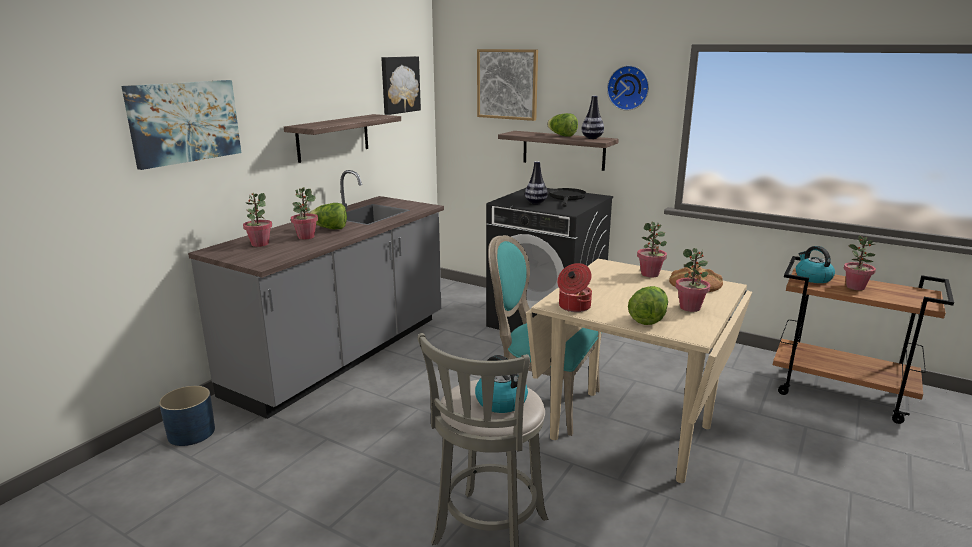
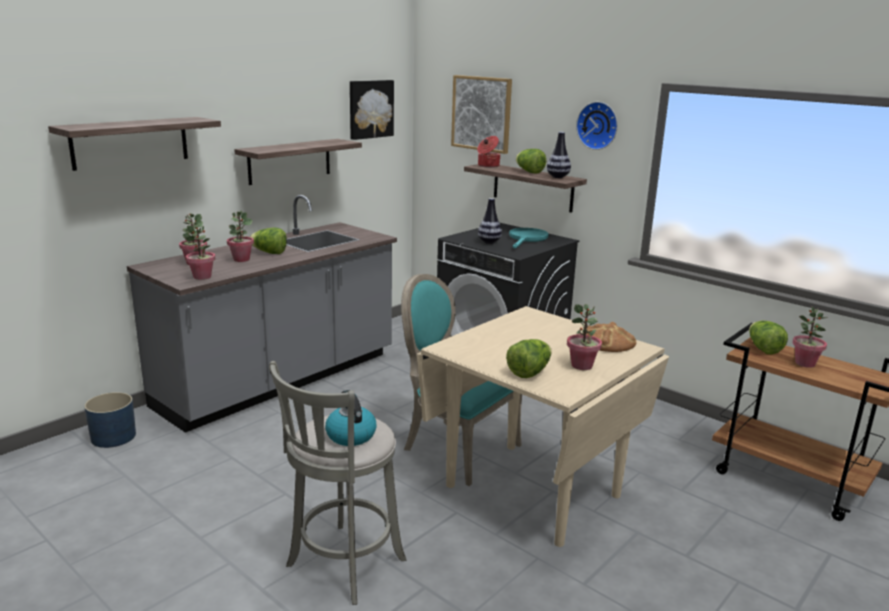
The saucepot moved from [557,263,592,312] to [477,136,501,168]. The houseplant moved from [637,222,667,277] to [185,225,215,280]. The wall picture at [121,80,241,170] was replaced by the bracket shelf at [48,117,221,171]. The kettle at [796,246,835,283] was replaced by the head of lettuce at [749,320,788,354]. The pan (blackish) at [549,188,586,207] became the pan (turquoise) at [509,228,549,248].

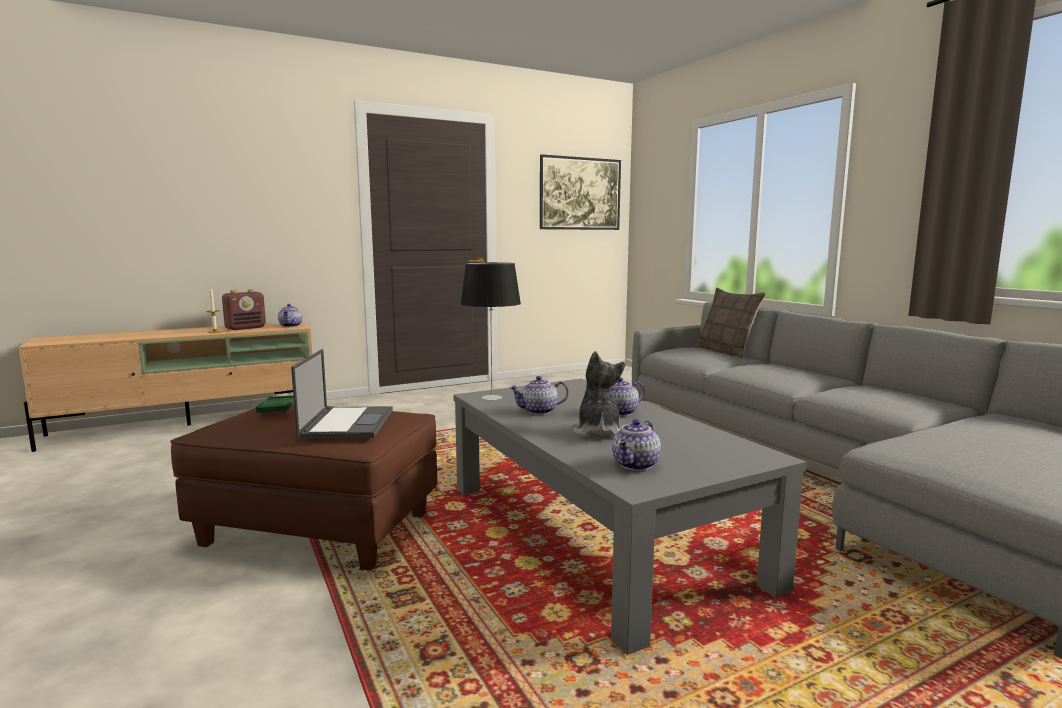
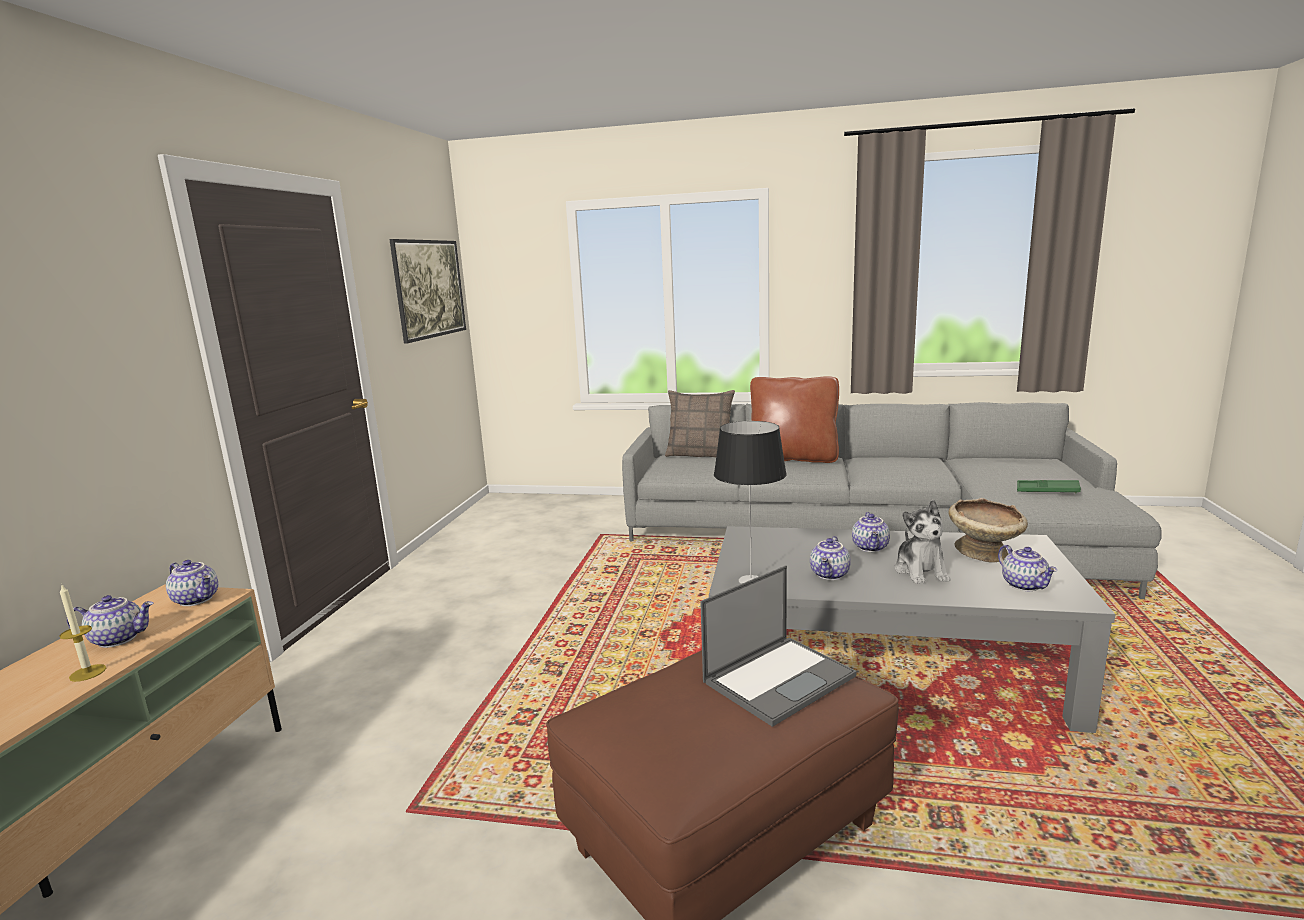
The cushion (brown) at [750,376,839,463] appeared. The deep dish (beige-coloured) at [949,498,1028,563] appeared. The tray (green) moved from [256,395,294,415] to [1017,480,1081,494]. The radio set at [222,289,266,330] was replaced by the tea pot at [67,595,154,648]. The portable computer at [291,349,393,439] turned 105 degrees clockwise. The cuddly toy at [573,351,625,438] turned 135 degrees counterclockwise.

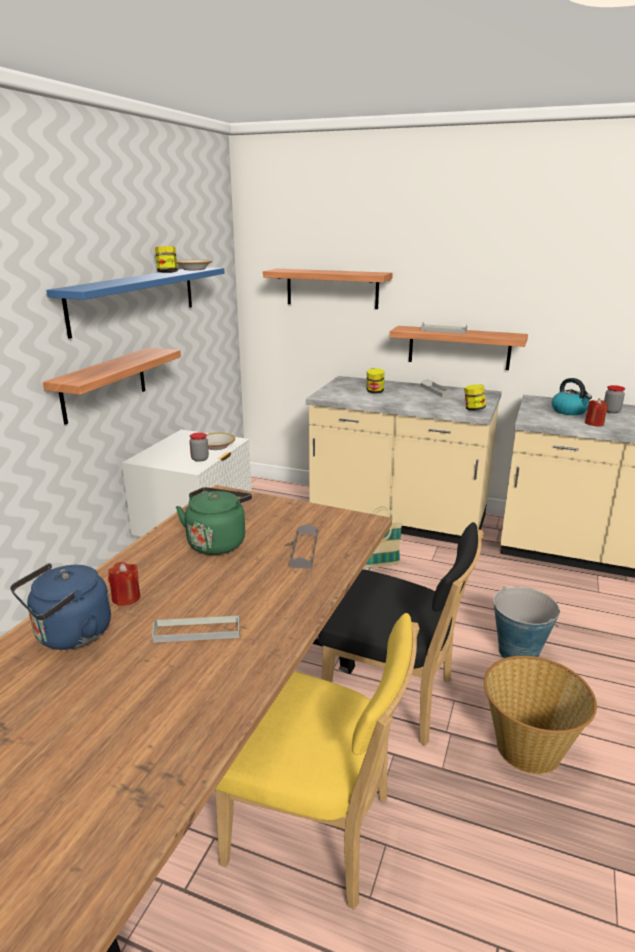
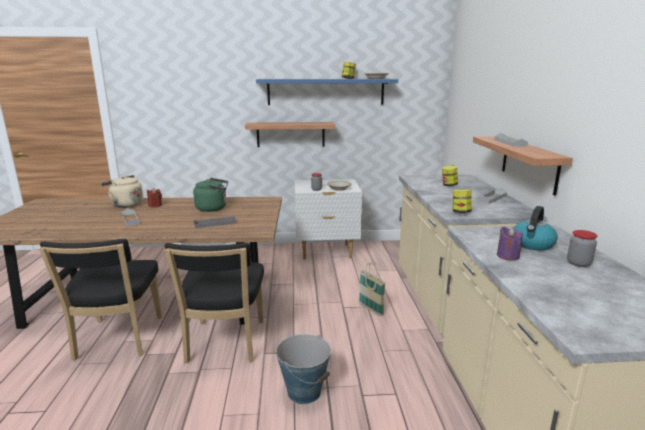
The bracket shelf at [263,269,393,309] disappeared. The basket at [484,656,597,774] disappeared. The kettle (blue) at [10,563,111,650] became the kettle (beige-coloured) at [101,175,143,208]. The upright chair (yellowish) at [215,613,419,910] became the upright chair (blackish) at [39,239,162,360]. The wax light (red) at [585,398,608,426] became the wax light (purple) at [497,227,523,261].

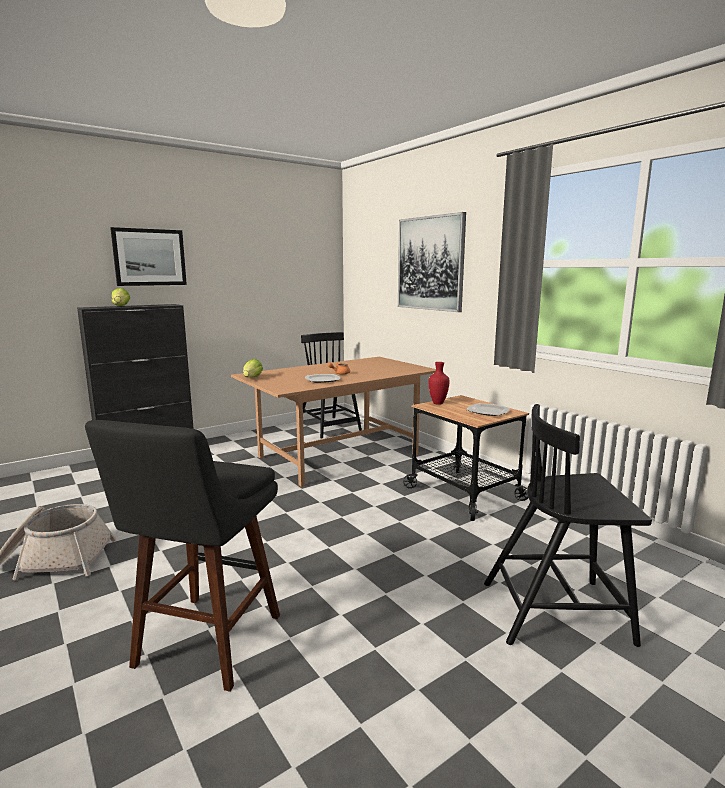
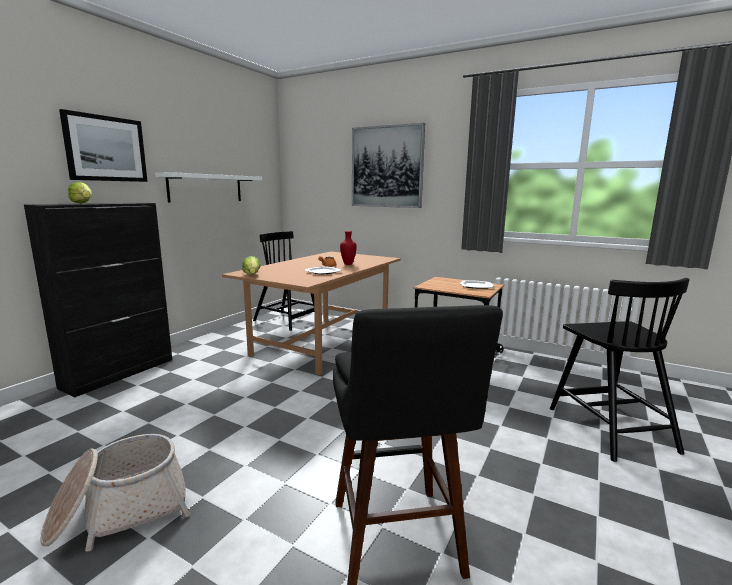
The bracket shelf (white-coloured) at [155,172,262,202] appeared. The flower vase (red) moved from [429,362,449,405] to [340,231,357,265]. The upright chair (blackish) at [484,404,652,647] turned 75 degrees counterclockwise.

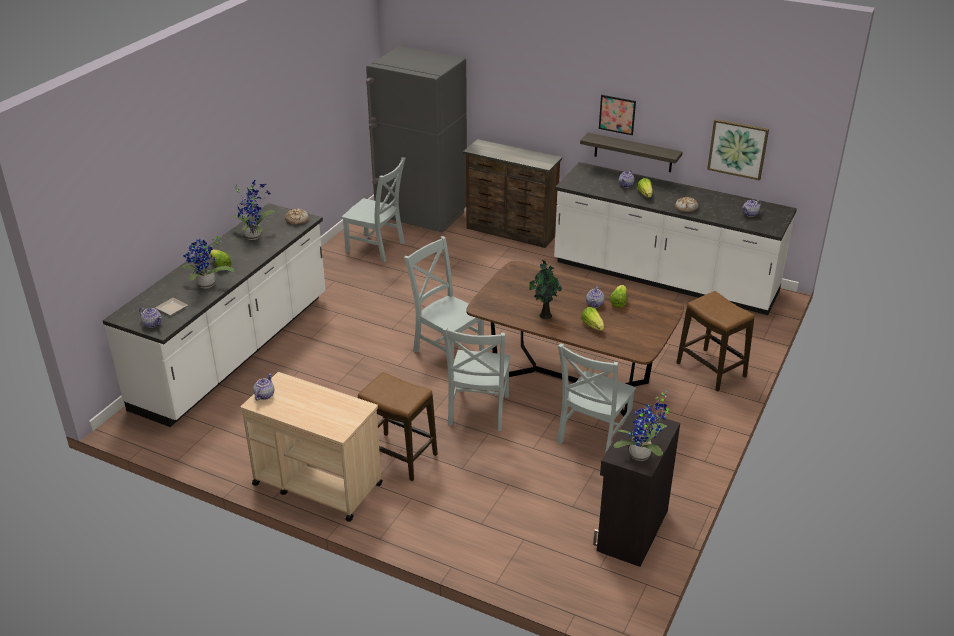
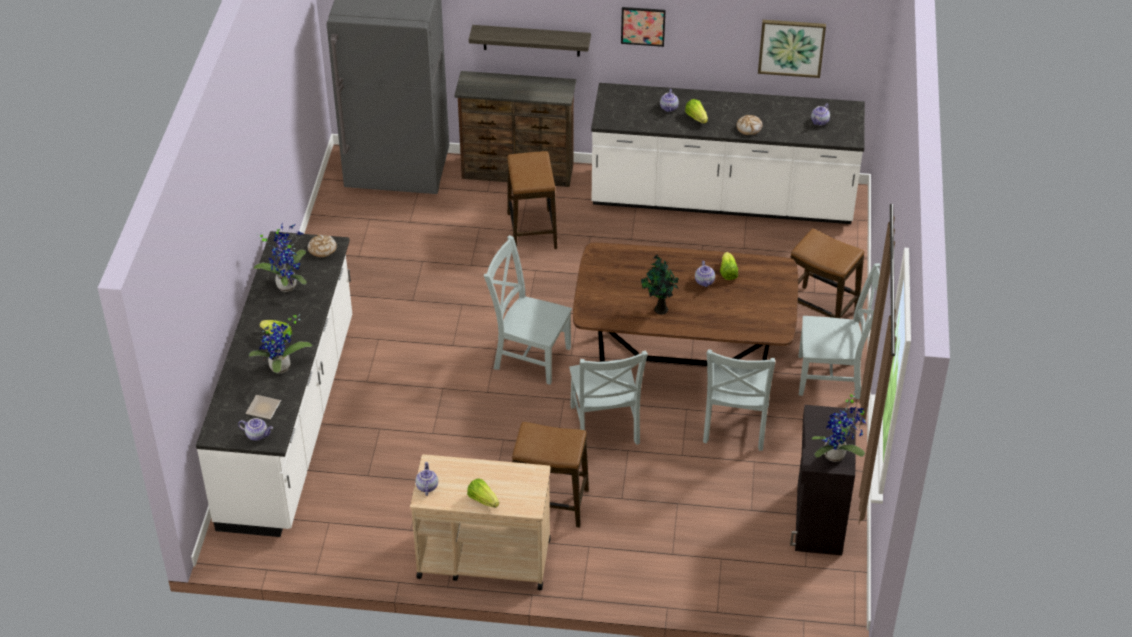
The sitting stool at [507,151,557,249] appeared. The upright chair (grey) moved from [342,157,405,262] to [798,263,880,400]. The bracket shelf moved from [580,133,682,172] to [469,25,591,57]. The head of lettuce moved from [581,307,604,331] to [467,478,499,508].

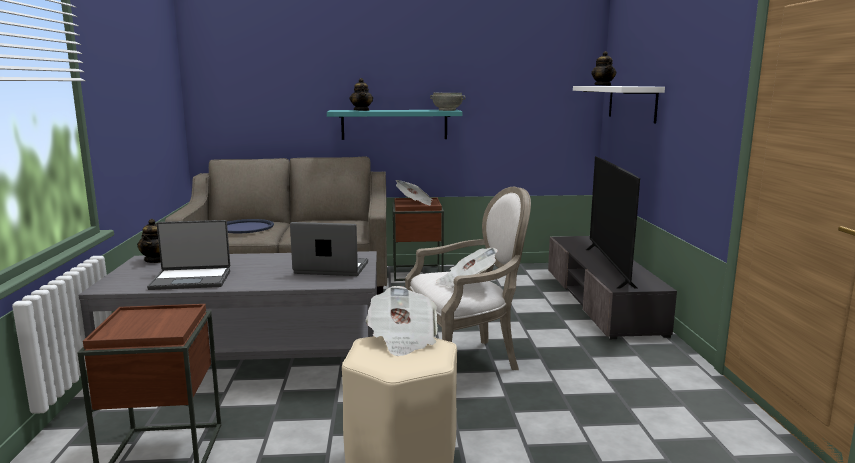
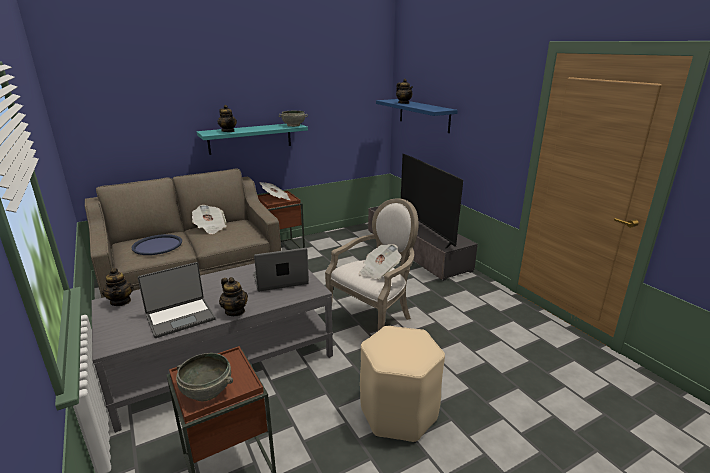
The deep dish (grey) at [176,353,233,402] appeared. The tea pot at [219,277,248,316] appeared. The printed paper moved from [366,286,438,356] to [192,205,227,234]. The bracket shelf (white-coloured) at [573,86,665,123] became the bracket shelf (blue) at [376,99,458,133].

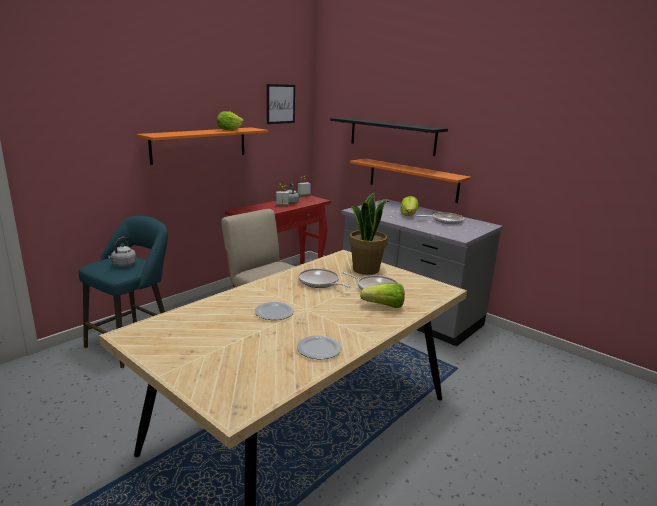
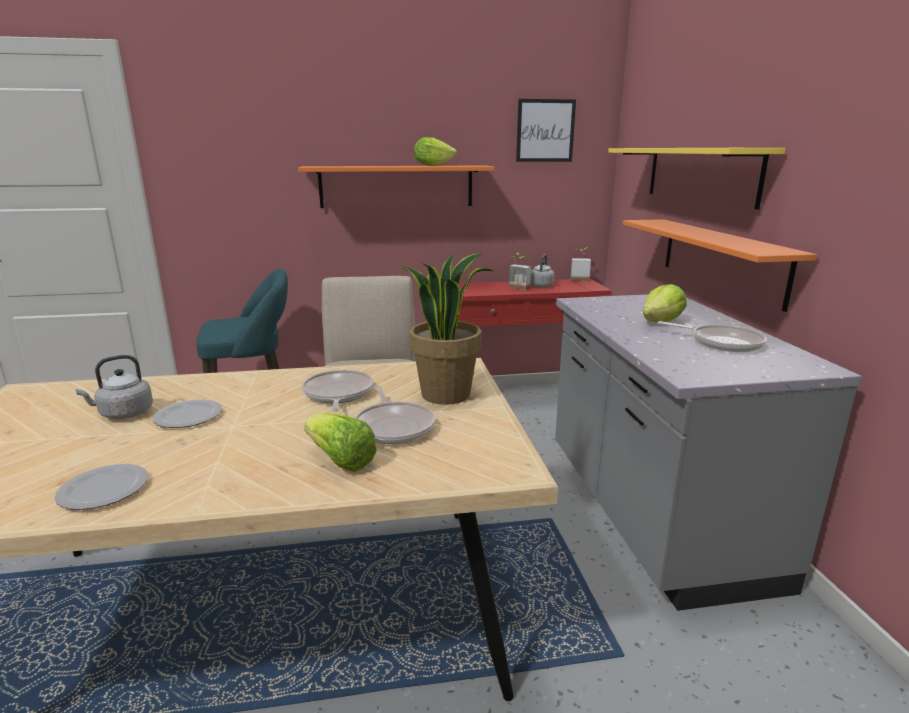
The kettle (grey) moved from [108,237,137,267] to [75,355,153,419]. The bracket shelf (blackish) at [330,117,448,156] became the bracket shelf (yellowish) at [608,148,786,210].

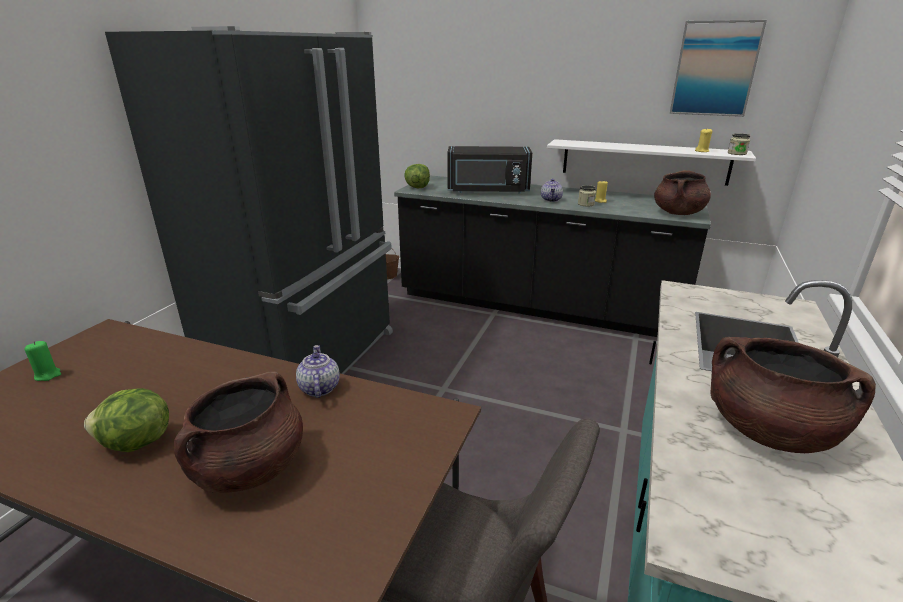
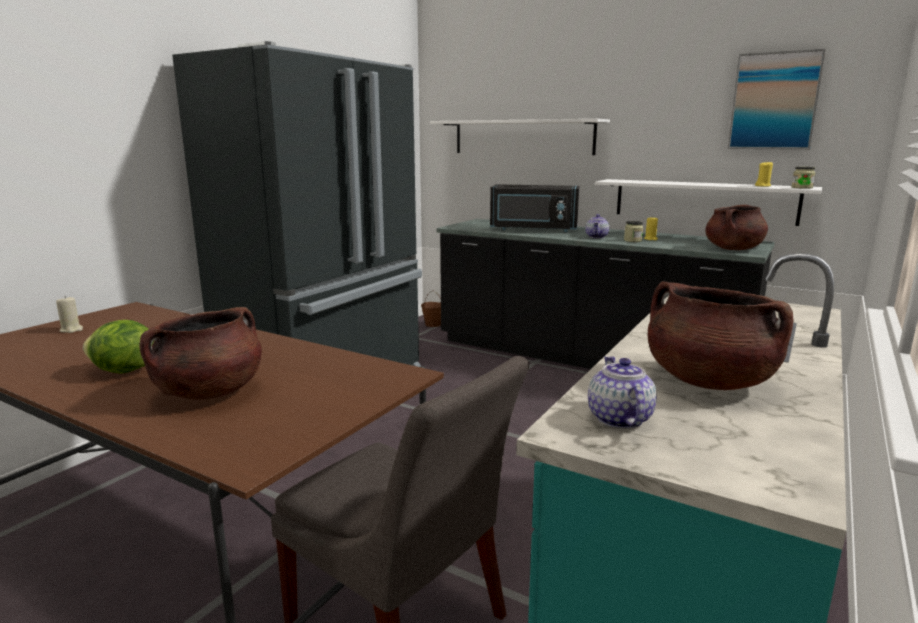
The head of lettuce at [404,164,430,188] disappeared. The bracket shelf (white-coloured) at [430,119,610,155] appeared. The tea pot moved from [296,345,340,398] to [588,356,657,429]. The wax light (green) at [24,341,61,381] became the wax light (beige-coloured) at [56,296,83,333].

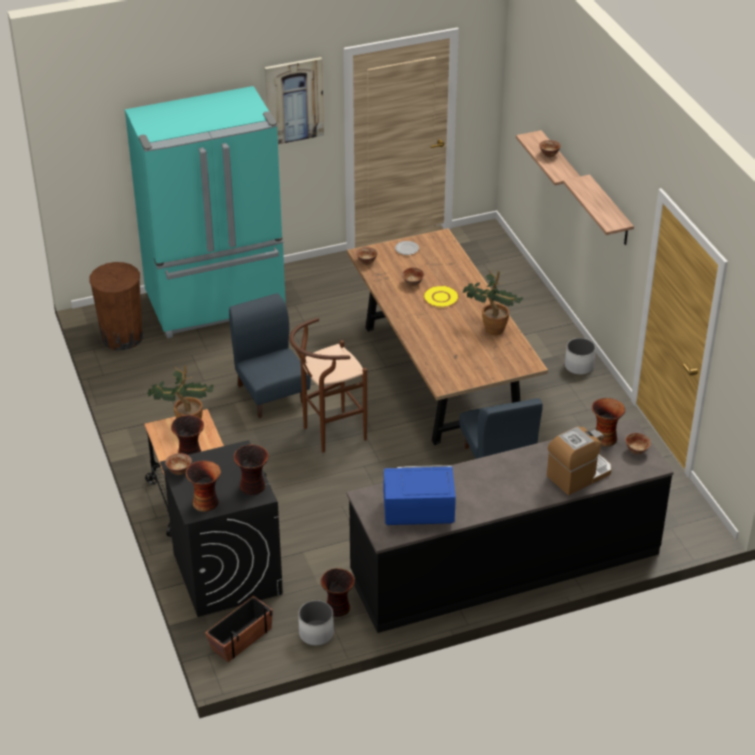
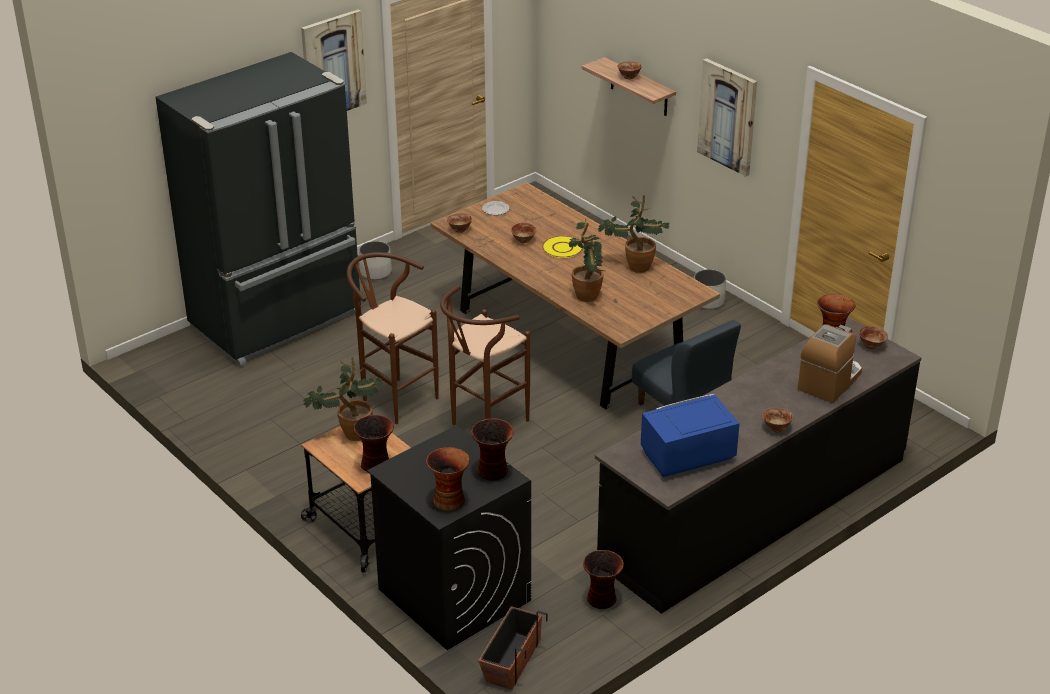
The waste bin (brown) at [89,262,143,350] disappeared. The houseplant at [569,218,604,302] appeared. The deep dish moved from [165,453,192,475] to [762,407,793,432]. The planter (white-coloured) moved from [298,600,334,646] to [359,241,392,280]. The upright chair (blue) at [229,293,311,418] was replaced by the sitting stool (brown) at [347,252,439,424]. The bracket shelf at [563,174,634,245] was replaced by the wall picture at [697,58,757,177]. The refrigerator (turquoise) at [125,86,286,338] became the refrigerator (blackish) at [156,52,362,367].

